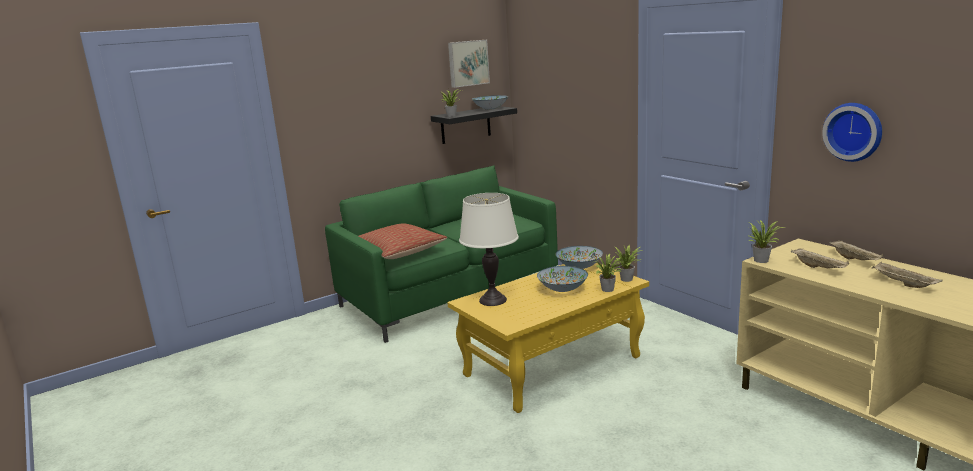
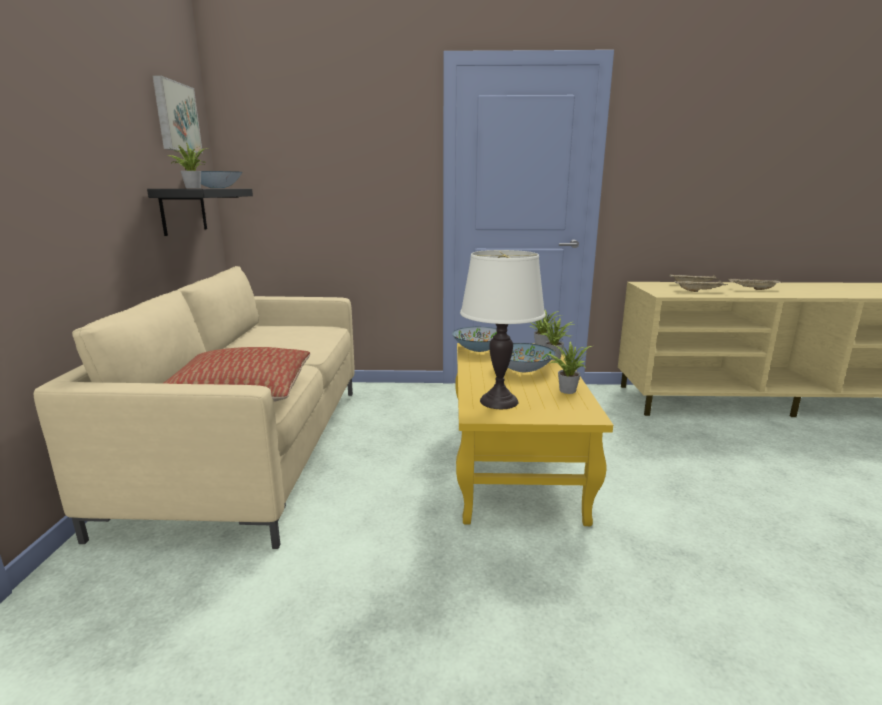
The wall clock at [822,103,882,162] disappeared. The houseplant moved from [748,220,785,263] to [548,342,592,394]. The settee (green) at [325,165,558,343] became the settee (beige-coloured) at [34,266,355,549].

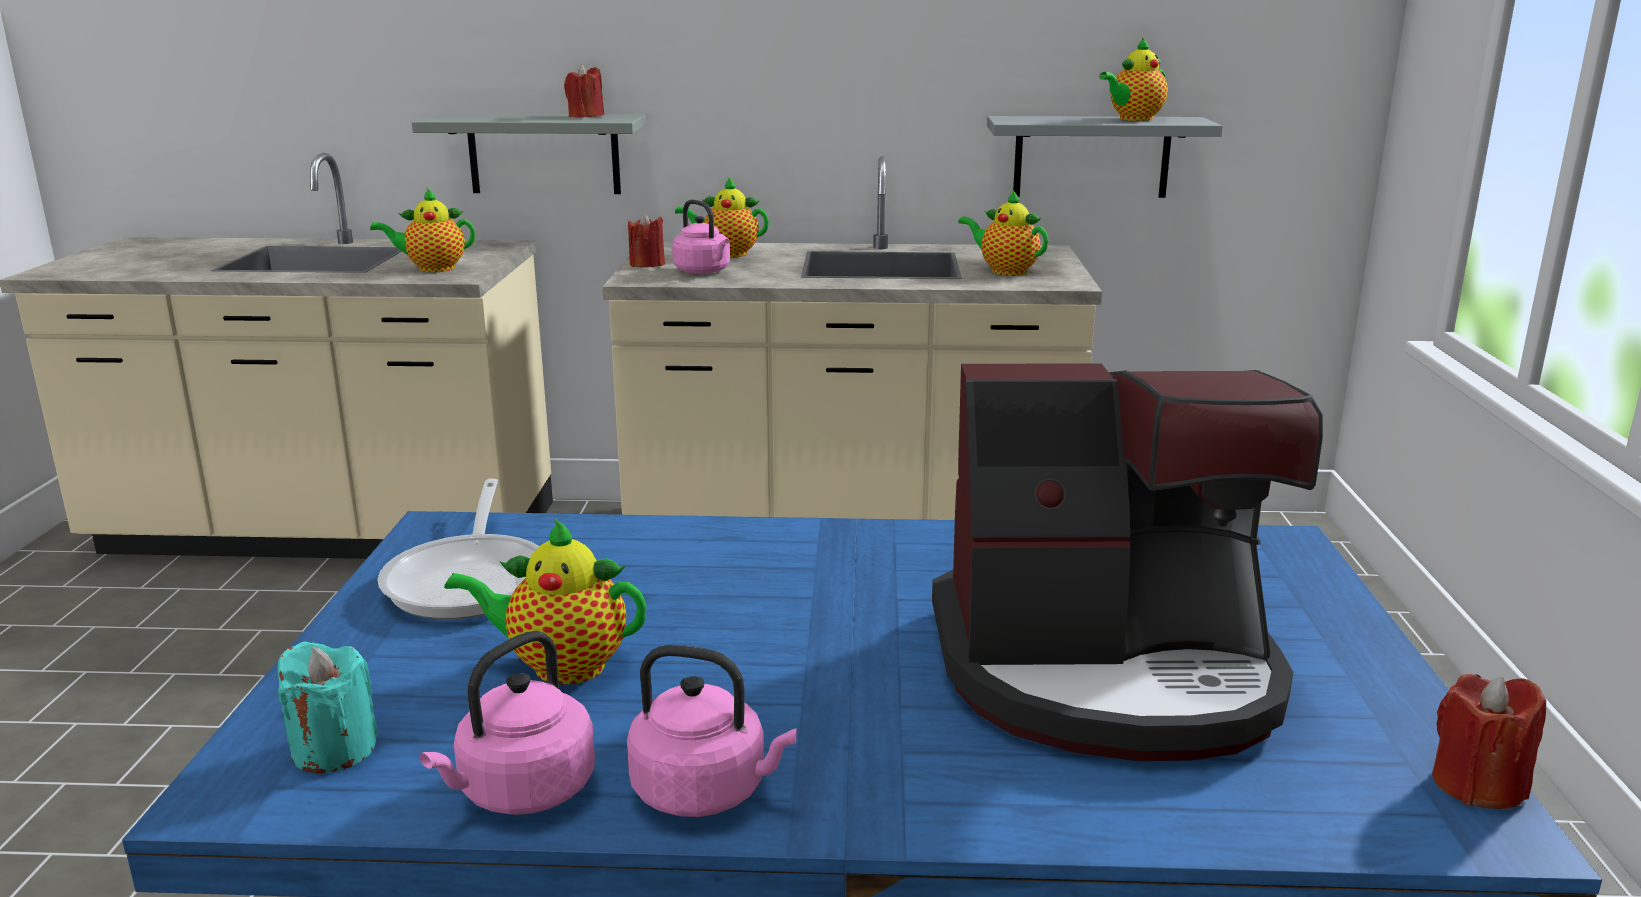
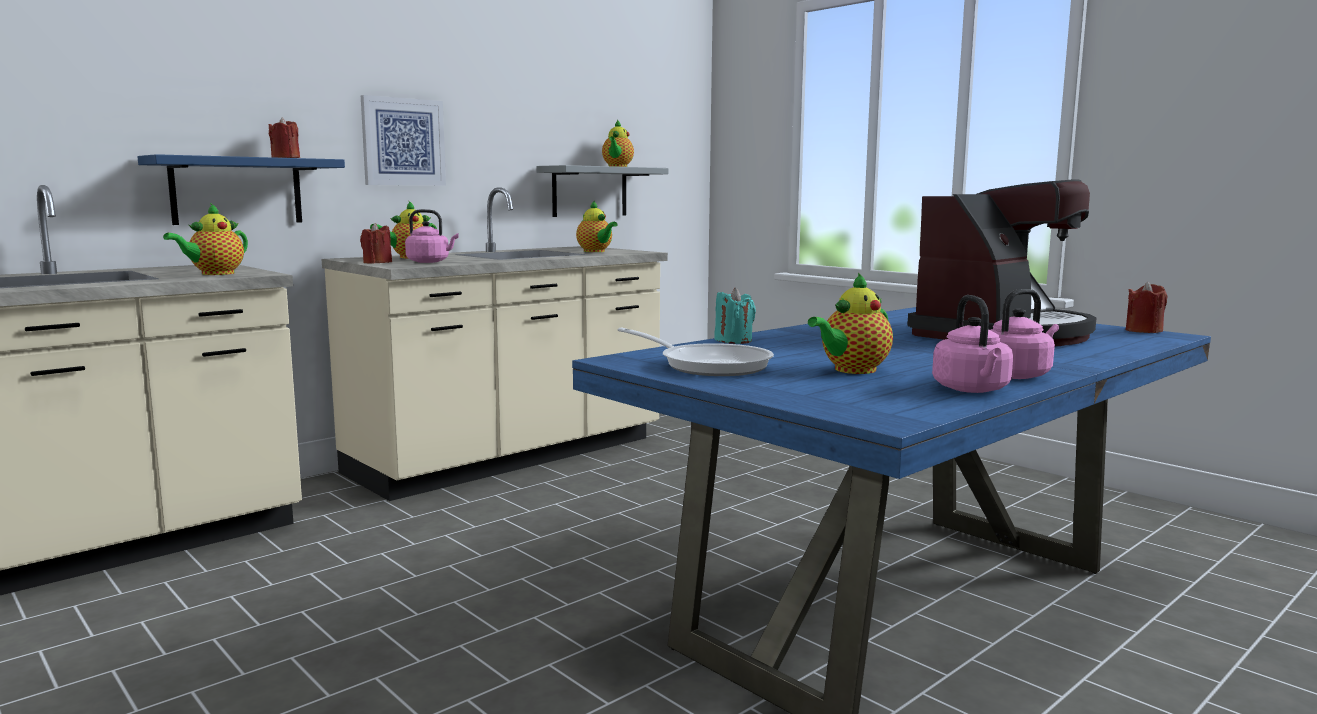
The wall picture at [361,95,446,185] appeared. The wax light (turquoise) moved from [278,641,378,773] to [714,288,756,344]. The bracket shelf (grey) at [412,114,646,194] became the bracket shelf (blue) at [138,154,345,225]. The tea pot at [958,190,1049,276] turned 120 degrees counterclockwise.

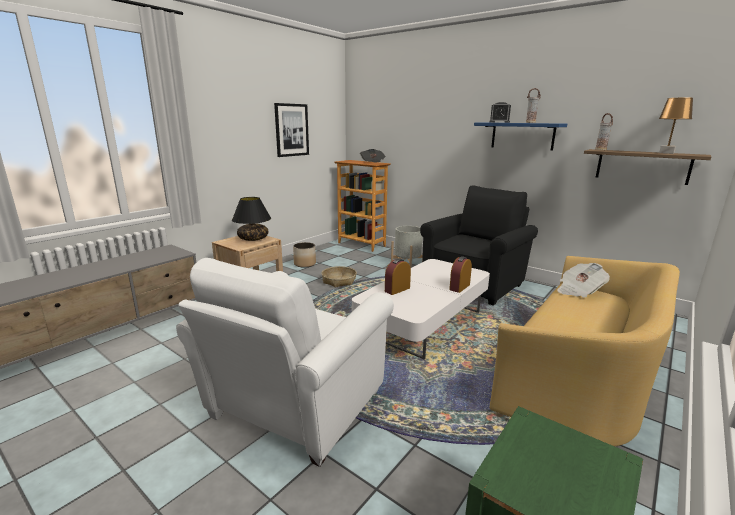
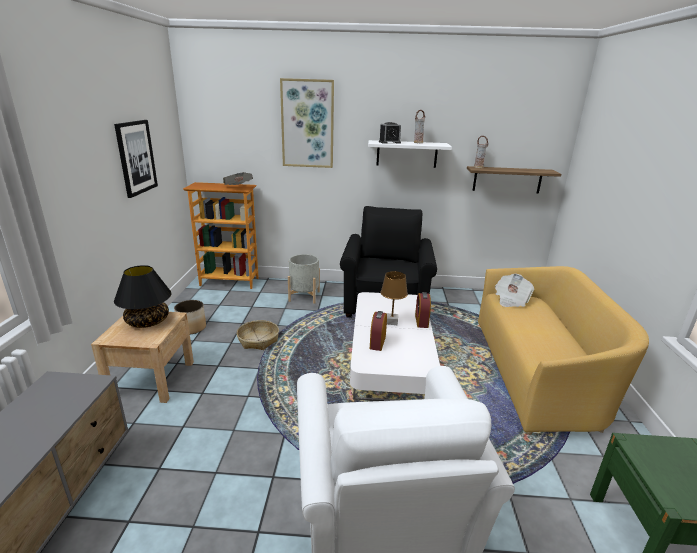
The wall picture at [280,78,334,168] appeared. The table lamp (brown) moved from [659,98,693,154] to [381,271,408,325]. The bracket shelf (blue) at [474,123,567,151] became the bracket shelf (white-coloured) at [368,140,452,168].

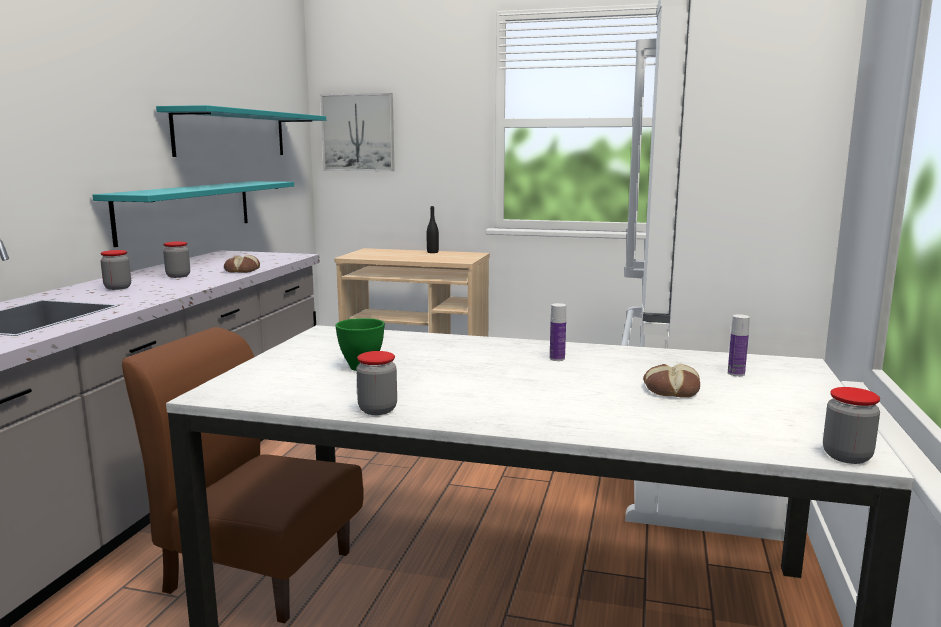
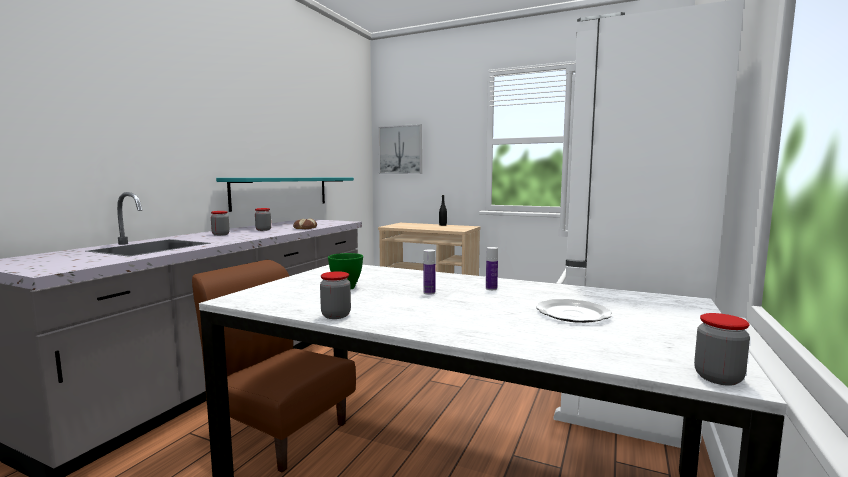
The bracket shelf (turquoise) at [156,105,326,157] disappeared. The beverage bottle moved from [728,314,750,376] to [423,249,436,295]. The bread at [643,364,700,398] was replaced by the plate at [536,299,612,323].

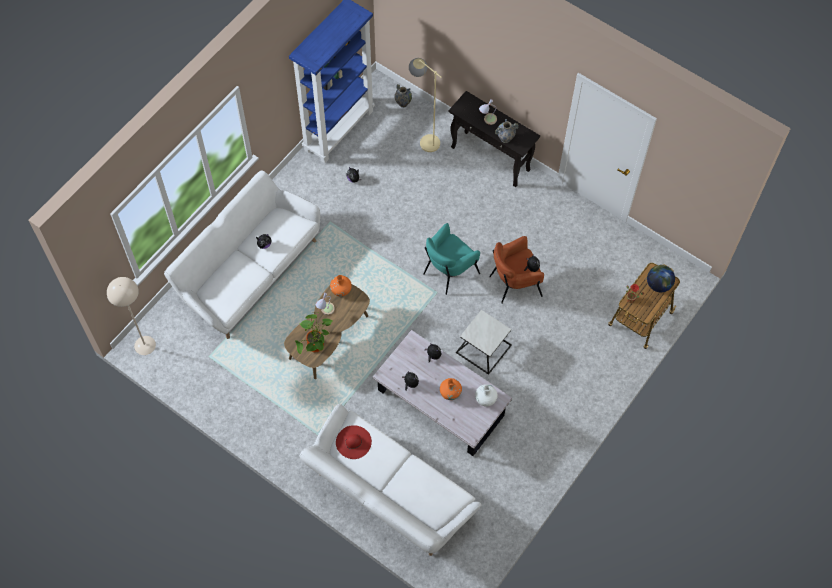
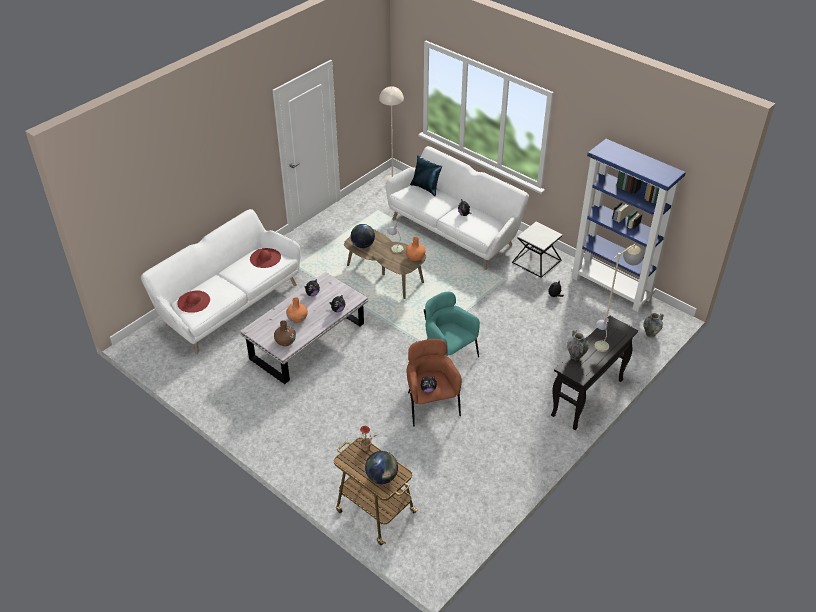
The hat (red) at [177,291,210,313] appeared. The cushion (blue) at [410,155,442,197] appeared. The end table moved from [456,310,512,375] to [512,222,562,278]. The houseplant at [295,312,332,354] was replaced by the globe at [351,224,375,248]. The flower vase (white-coloured) at [475,384,498,407] became the flower vase (brown) at [274,320,296,346].

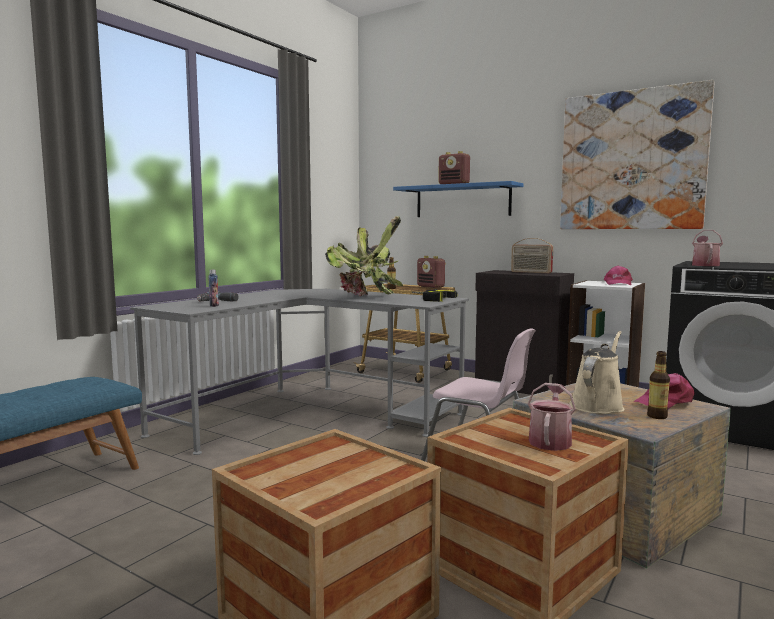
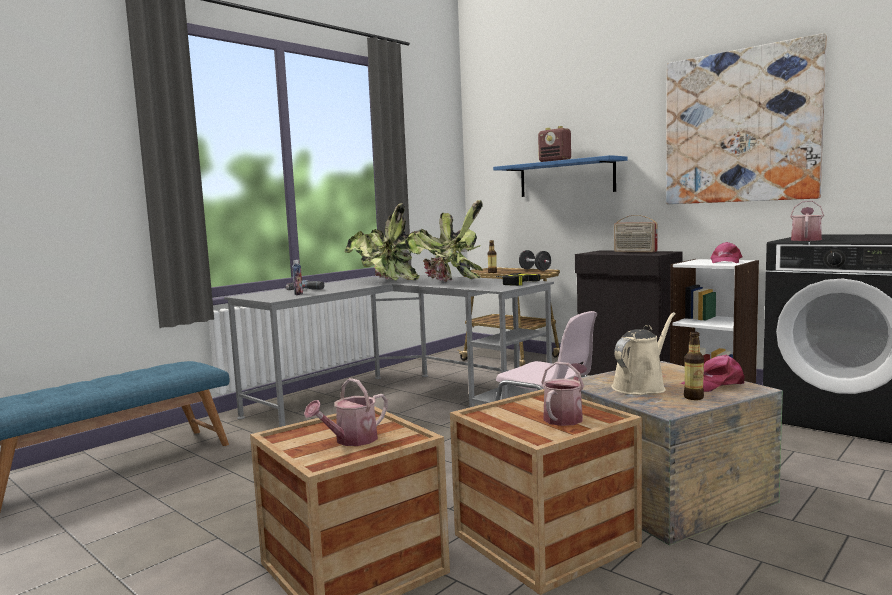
The watering pot at [304,378,388,446] appeared. The houseplant at [345,203,420,280] appeared. The radio set at [417,256,446,288] was replaced by the free weight (blackish) at [519,250,551,271].

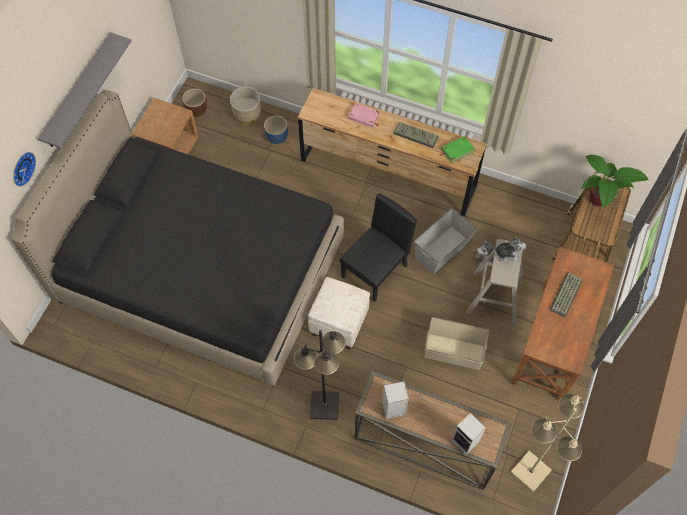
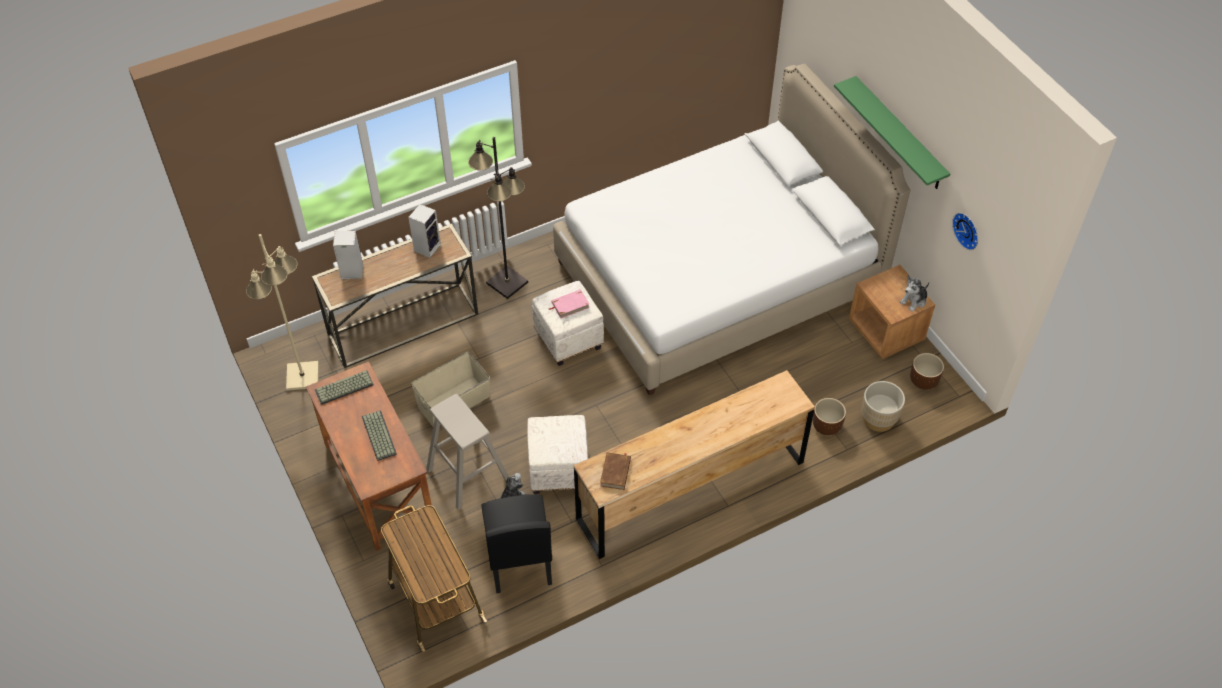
The houseplant at [581,155,648,209] disappeared. The wall clock moved from [13,152,36,187] to [952,213,978,250]. The upright chair (blackish) moved from [340,193,417,302] to [481,494,552,593]. The bound book (pink-coloured) moved from [348,103,380,128] to [549,289,590,319]. The keyboard moved from [393,122,439,148] to [315,370,374,405]. The cuddly toy moved from [492,237,526,263] to [900,275,929,312]. The storage bin (grey) at [414,209,476,274] was replaced by the pouffe (white-coloured) at [527,415,588,494]. The bedroom bed (blackish) at [11,91,344,386] became the bedroom bed (white-coloured) at [553,64,910,395]. The bracket shelf (grey) at [38,32,131,148] became the bracket shelf (green) at [834,76,950,189]. The planter (blue) at [264,115,288,144] became the planter (brown) at [813,398,846,435]. The bound book (green) at [440,136,475,163] became the bound book (brown) at [600,452,631,490].

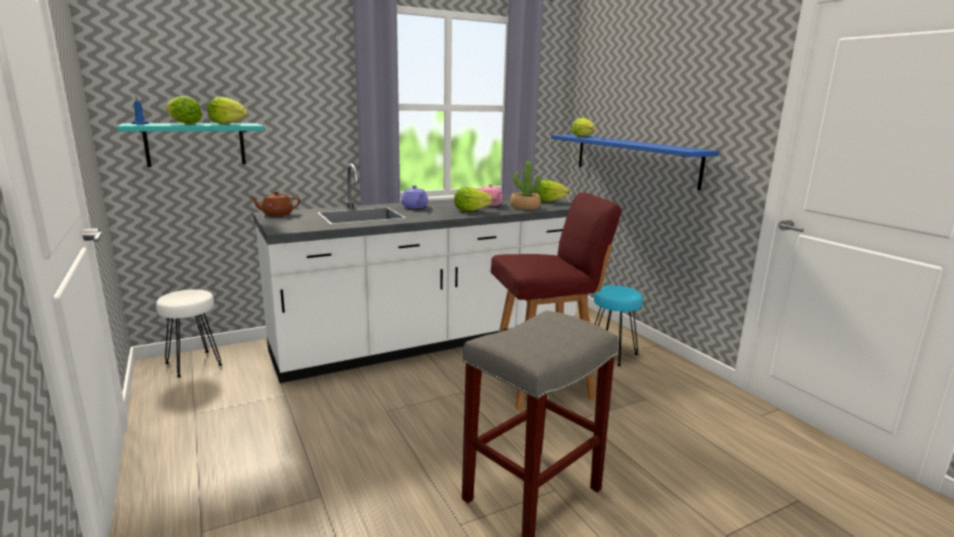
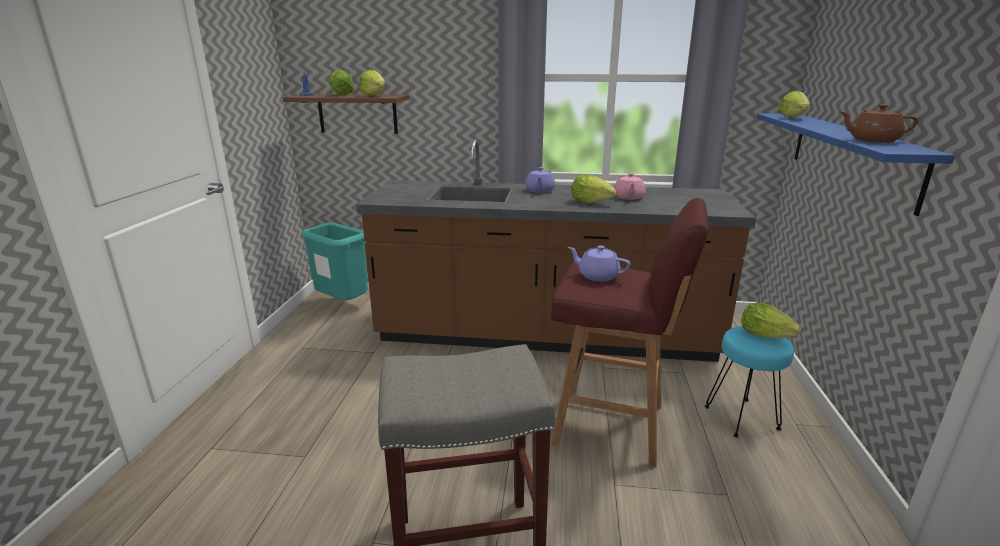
The houseplant at [510,161,541,210] disappeared. The tea pot (purple) at [568,245,631,281] appeared. The tea pot (brown) moved from [249,191,300,216] to [840,104,919,143]. The head of lettuce moved from [534,180,569,201] to [741,302,801,338]. The sitting stool (white-coloured) at [156,289,222,377] was replaced by the waste bin (turquoise) at [301,223,368,300]. The bracket shelf (turquoise) at [117,123,264,167] became the bracket shelf (brown) at [283,94,409,134]. The kitchen counter (white-coloured) at [253,164,577,383] became the kitchen counter (brown) at [356,139,756,362].

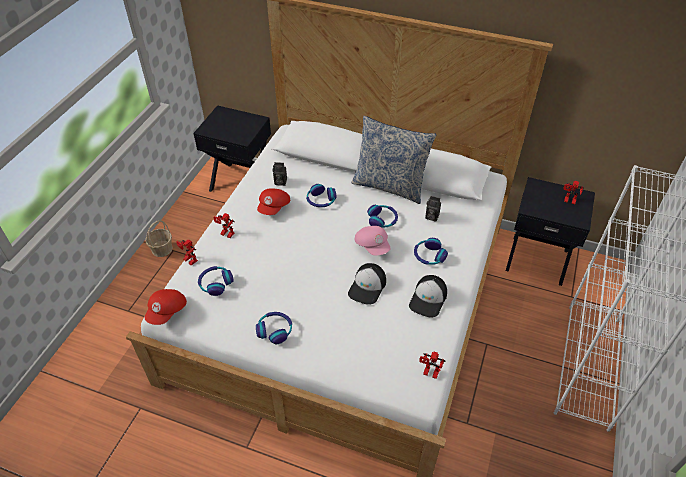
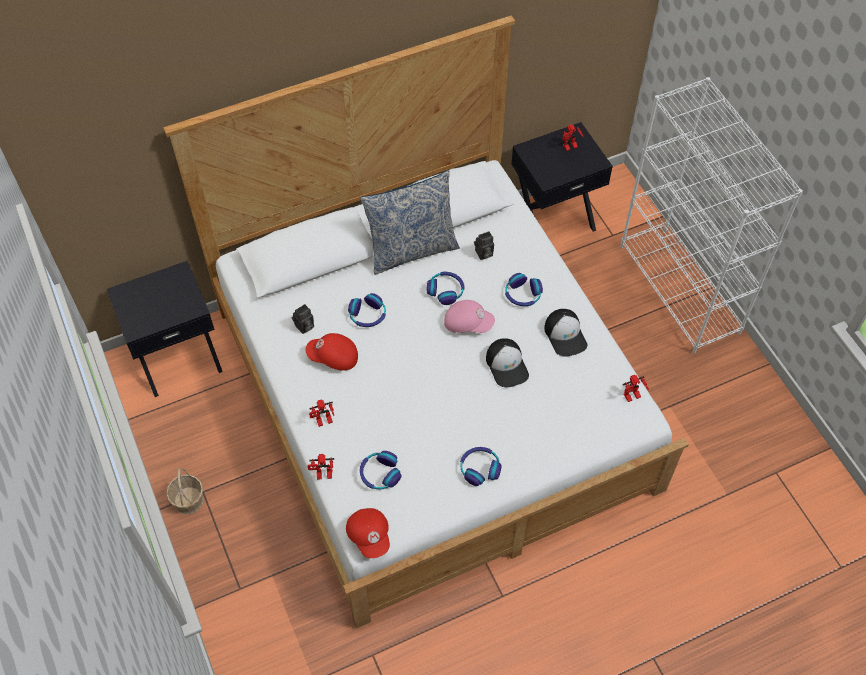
The baseball cap (red) at [257,188,290,215] turned 120 degrees clockwise.

